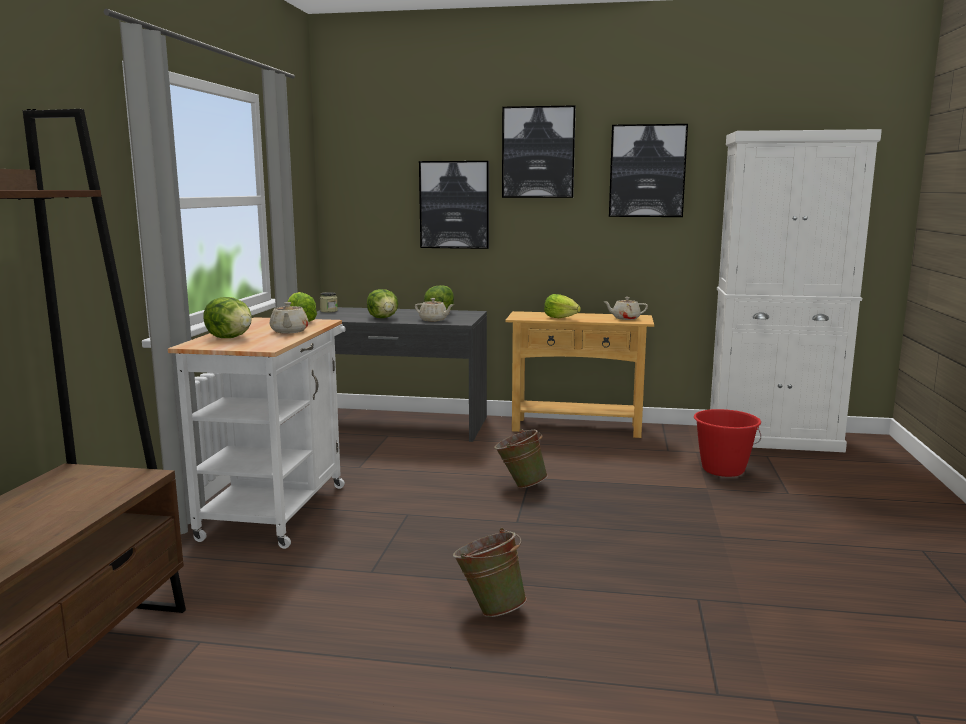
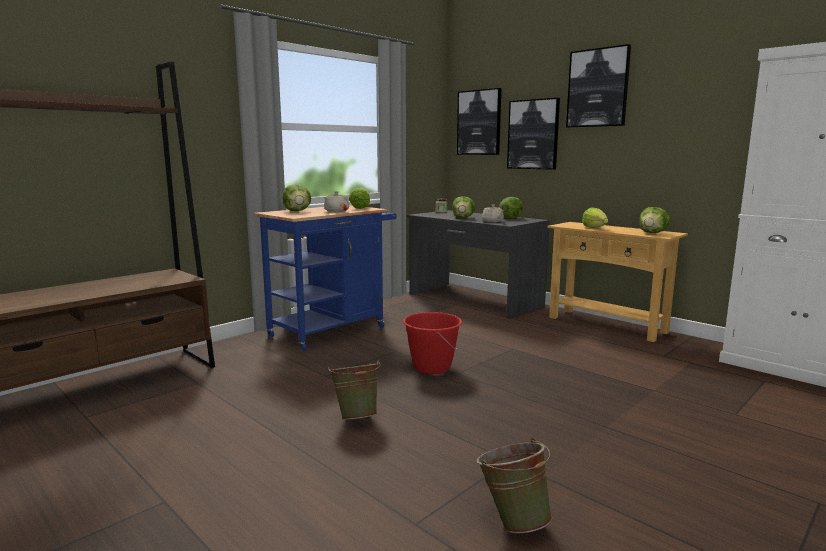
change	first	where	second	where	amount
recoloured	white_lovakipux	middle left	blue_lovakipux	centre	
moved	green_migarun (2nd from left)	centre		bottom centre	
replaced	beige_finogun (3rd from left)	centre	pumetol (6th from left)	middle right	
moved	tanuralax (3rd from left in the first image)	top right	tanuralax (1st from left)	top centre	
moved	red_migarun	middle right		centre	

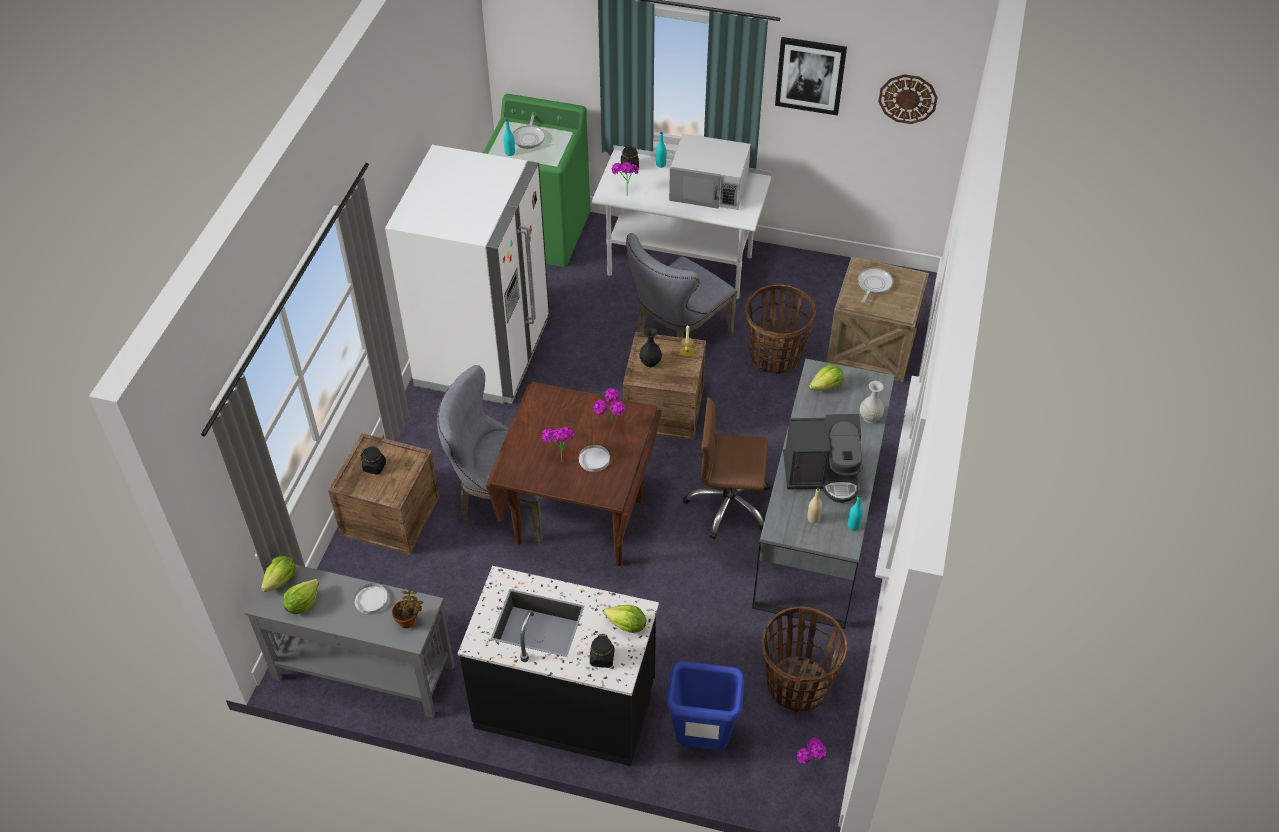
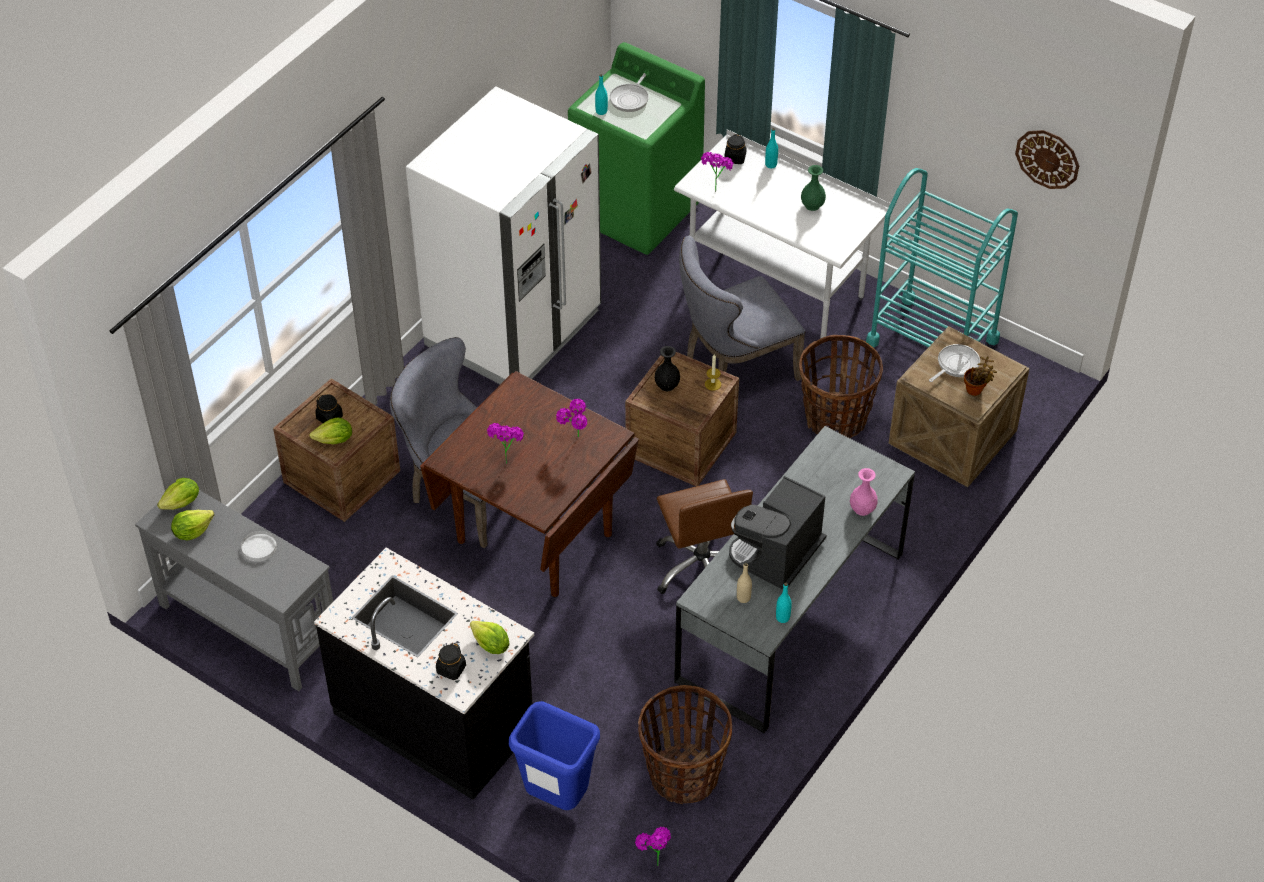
change	first	where	second	where	amount
moved	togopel (1st from left in the first image)	bottom left	togopel (5th from left)	middle right	
removed	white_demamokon (2nd from left)	centre			
replaced	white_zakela	top centre	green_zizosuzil	top centre	
turned	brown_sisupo	centre		centre	135 degrees counterclockwise
removed	tanuralax	top centre			
turned	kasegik	centre		centre	105 degrees clockwise
moved	pumetol (4th from left in the first image)	centre	pumetol (3rd from left)	middle left	
recoloured	white_zizosuzil	middle right	pink_zizosuzil	middle right	
added			turquoise_lovakipux	top right	

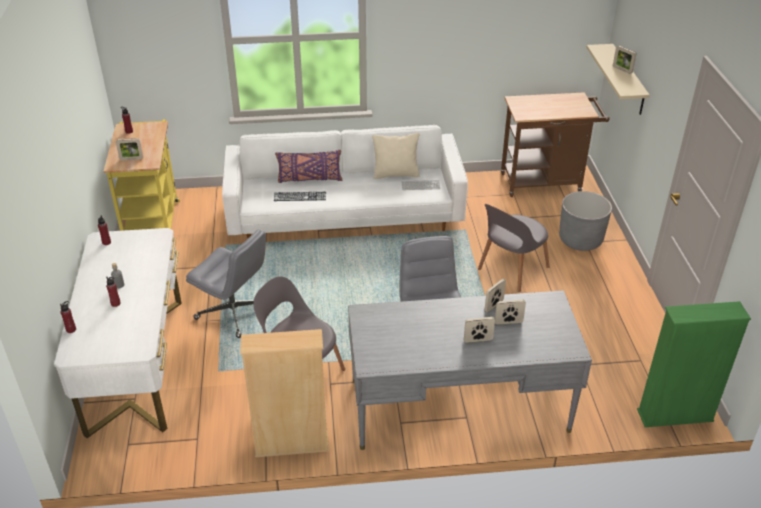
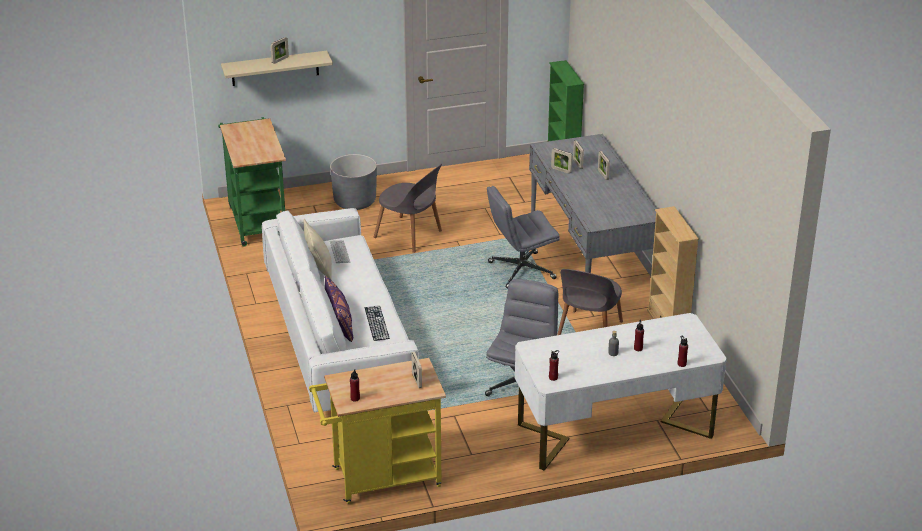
change	first	where	second	where	amount
recoloured	brown_lovakipux	top right	green_lovakipux	middle left	

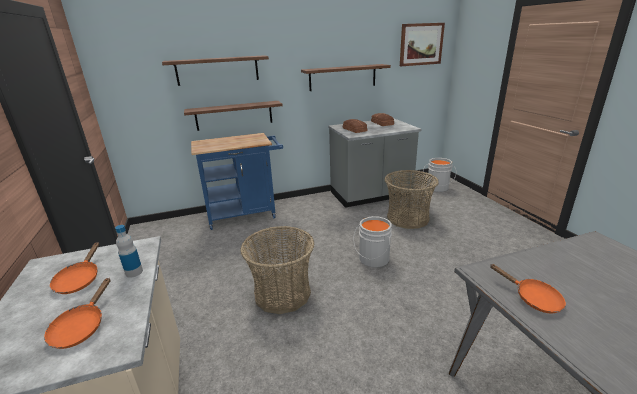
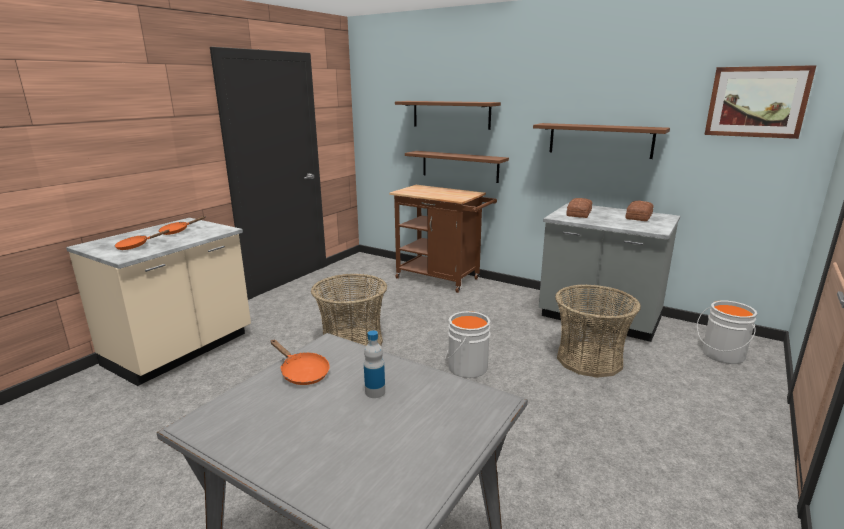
change	first	where	second	where	amount
moved	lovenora	middle left		bottom centre	
recoloured	blue_lovakipux	centre	brown_lovakipux	centre	
turned	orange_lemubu (3rd from left)	bottom right		bottom centre	60 degrees counterclockwise

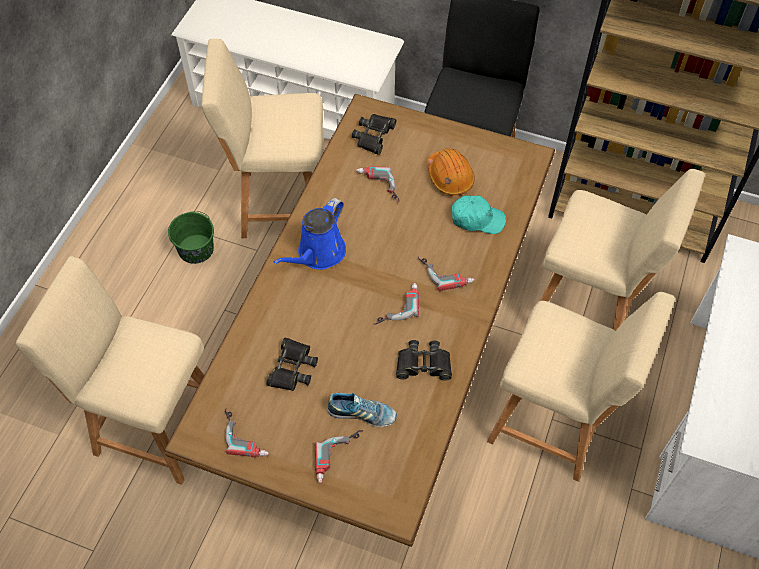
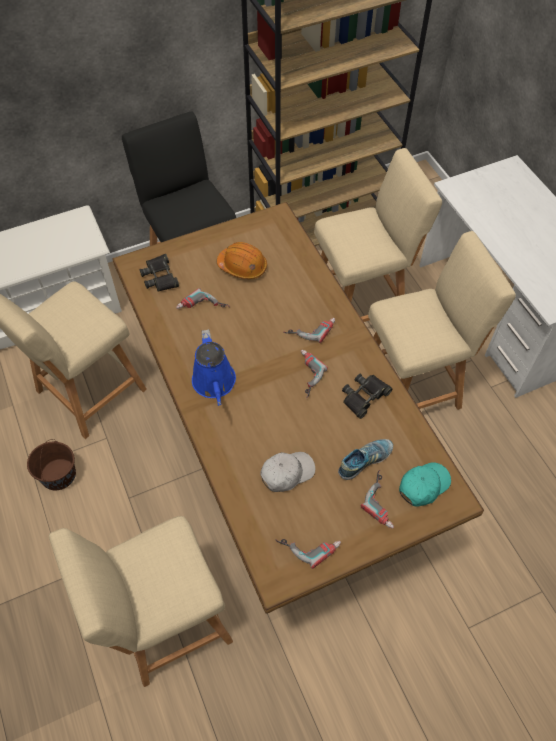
change	first	where	second	where	amount
recoloured	green_migarun	middle left	brown_migarun	middle left	
replaced	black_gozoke (1st from left)	centre	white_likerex	centre	
moved	turquoise_likerex	centre		middle right	

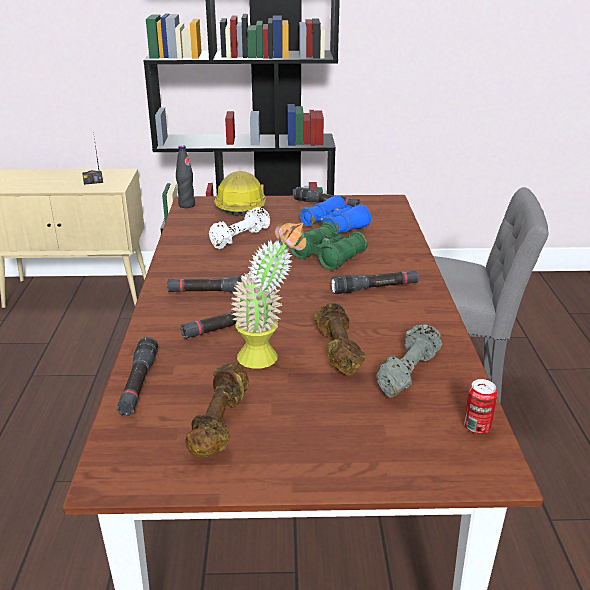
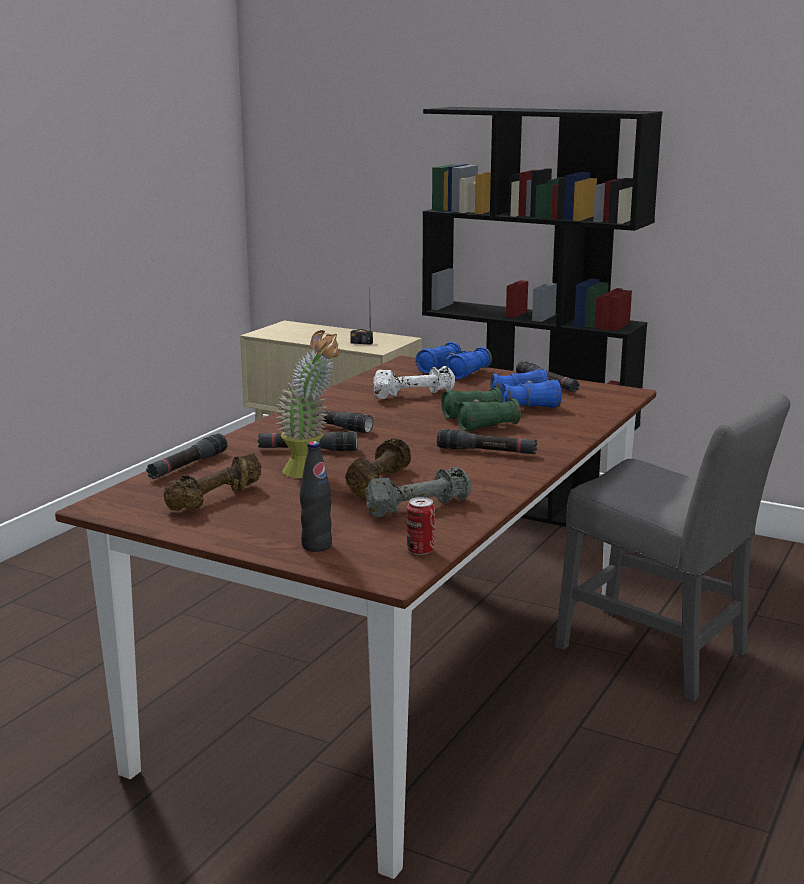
change	first	where	second	where	amount
moved	black_lovenora	top left		centre	
replaced	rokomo	top centre	blue_gozoke (1st from left)	centre	

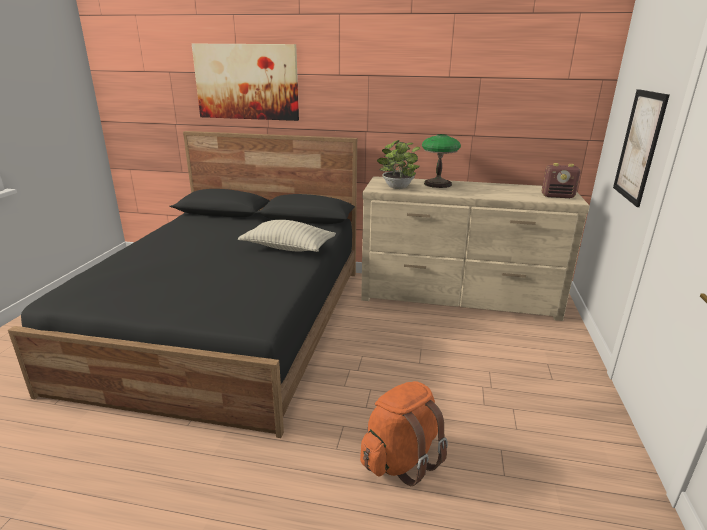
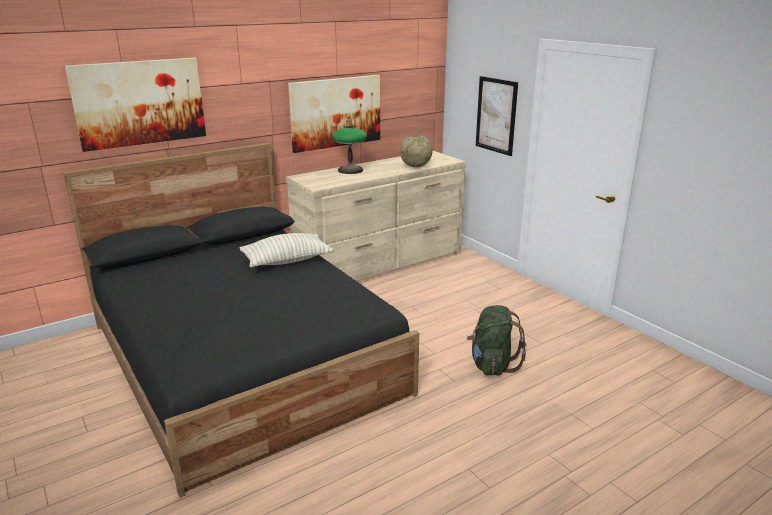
change	first	where	second	where	amount
recoloured	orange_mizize	bottom centre	green_mizize	centre	
removed	togopel	top centre			
removed	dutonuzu	middle right			
added			tanuralax (2nd from left)	top centre	
added			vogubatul	top centre	

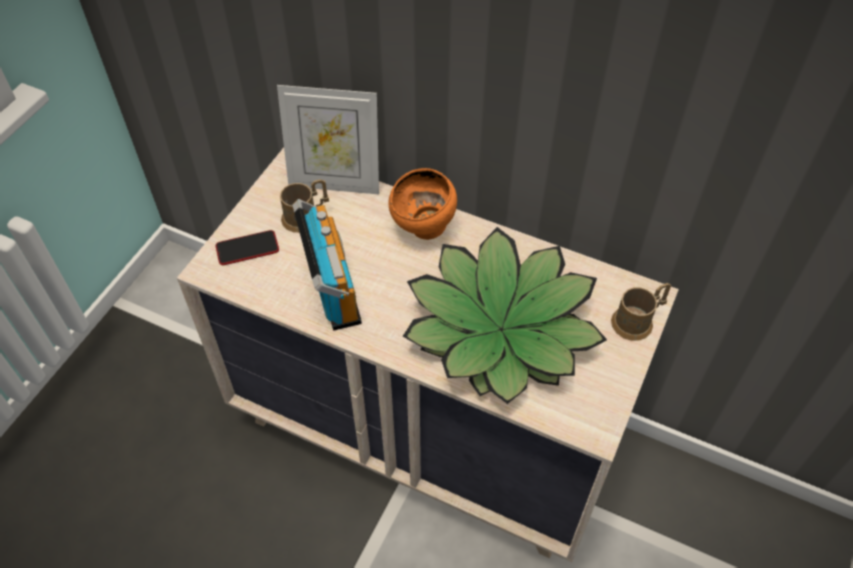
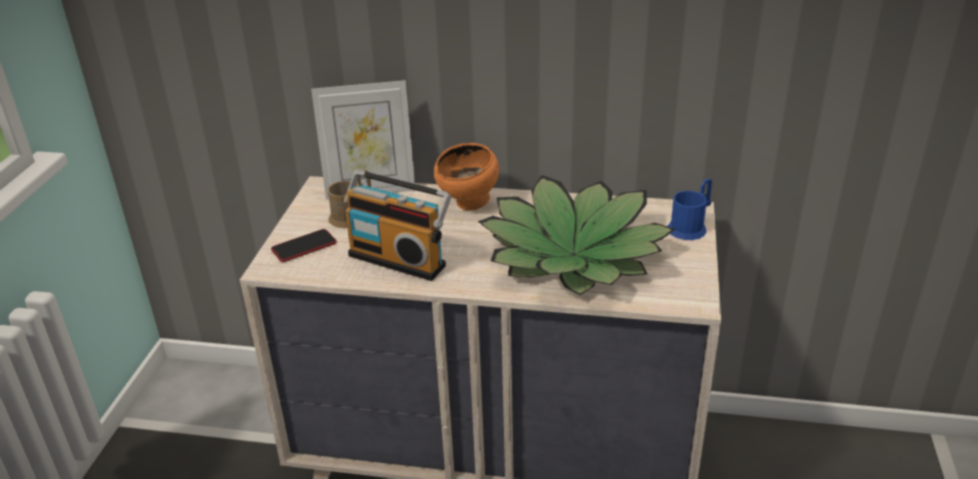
change	first	where	second	where	amount
turned	dutonuzu	centre		centre	150 degrees clockwise
recoloured	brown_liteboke (2nd from left)	middle right	blue_liteboke	middle right	

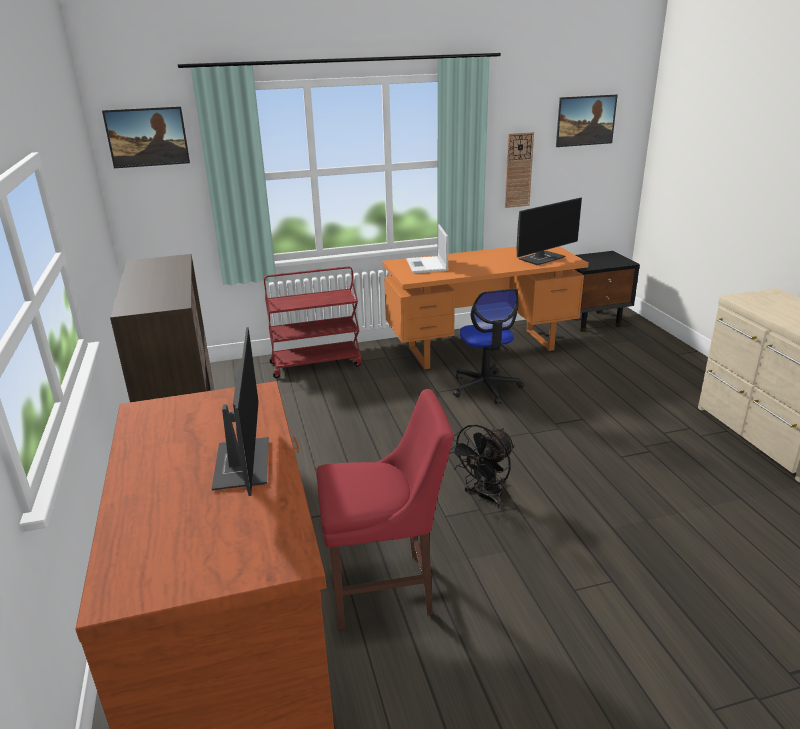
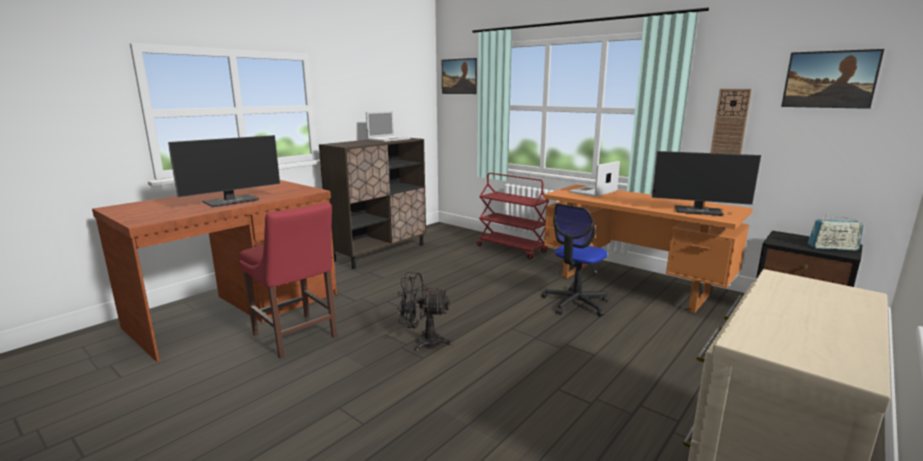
change	first	where	second	where	amount
added			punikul (1st from left)	top centre	
added			dutonuzu	middle right	

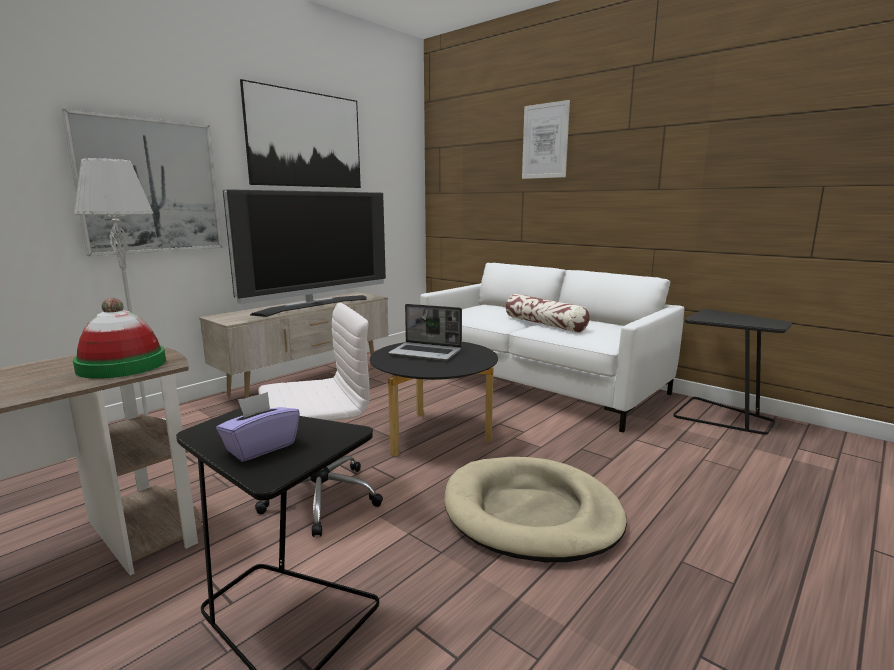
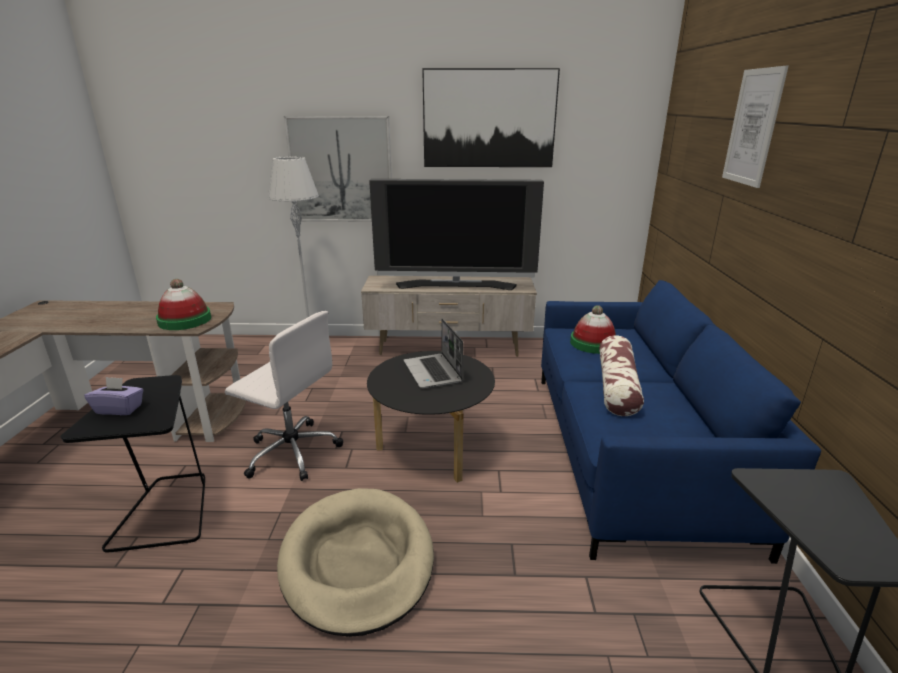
change	first	where	second	where	amount
recoloured	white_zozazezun	centre	blue_zozazezun	middle right	
added			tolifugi (2nd from left)	centre	

